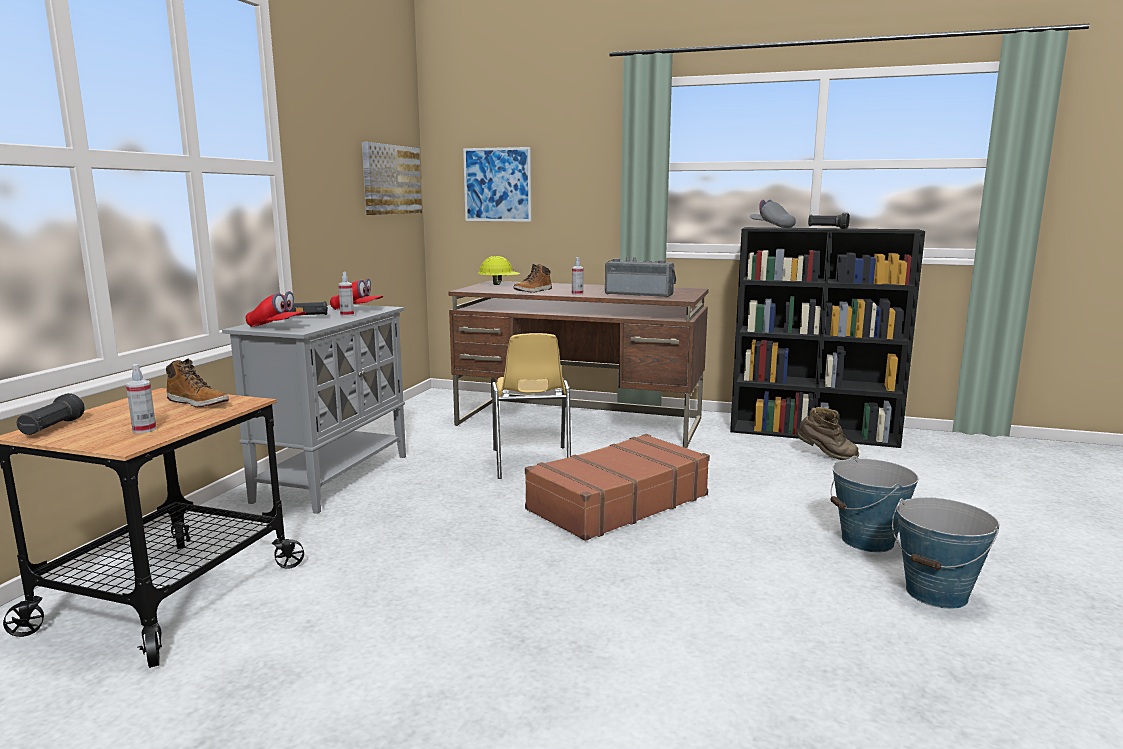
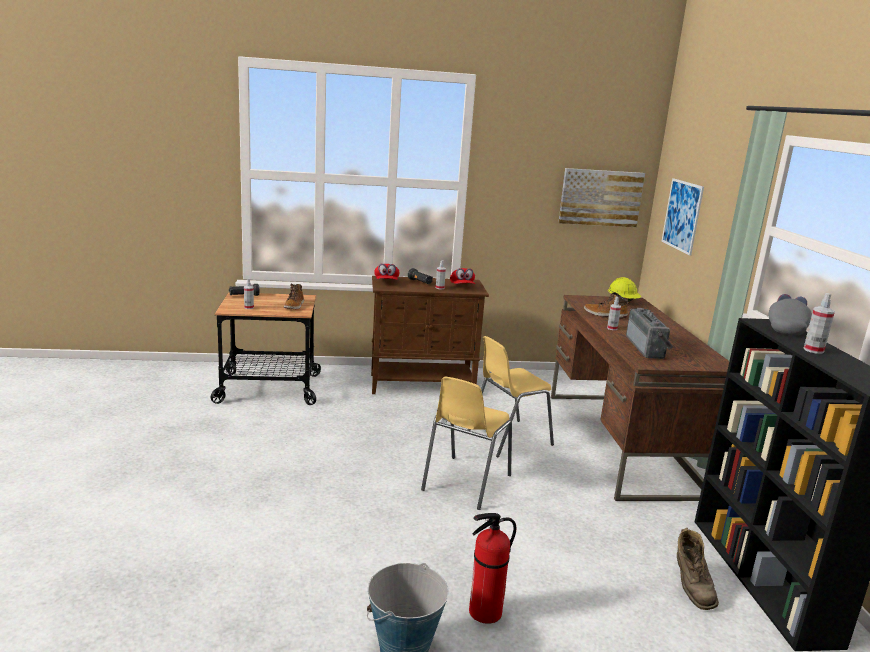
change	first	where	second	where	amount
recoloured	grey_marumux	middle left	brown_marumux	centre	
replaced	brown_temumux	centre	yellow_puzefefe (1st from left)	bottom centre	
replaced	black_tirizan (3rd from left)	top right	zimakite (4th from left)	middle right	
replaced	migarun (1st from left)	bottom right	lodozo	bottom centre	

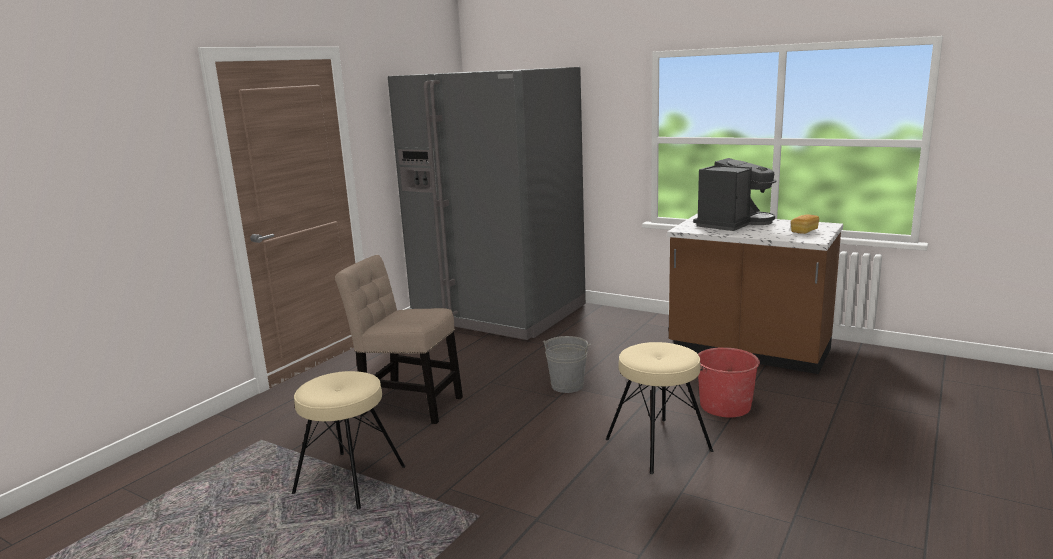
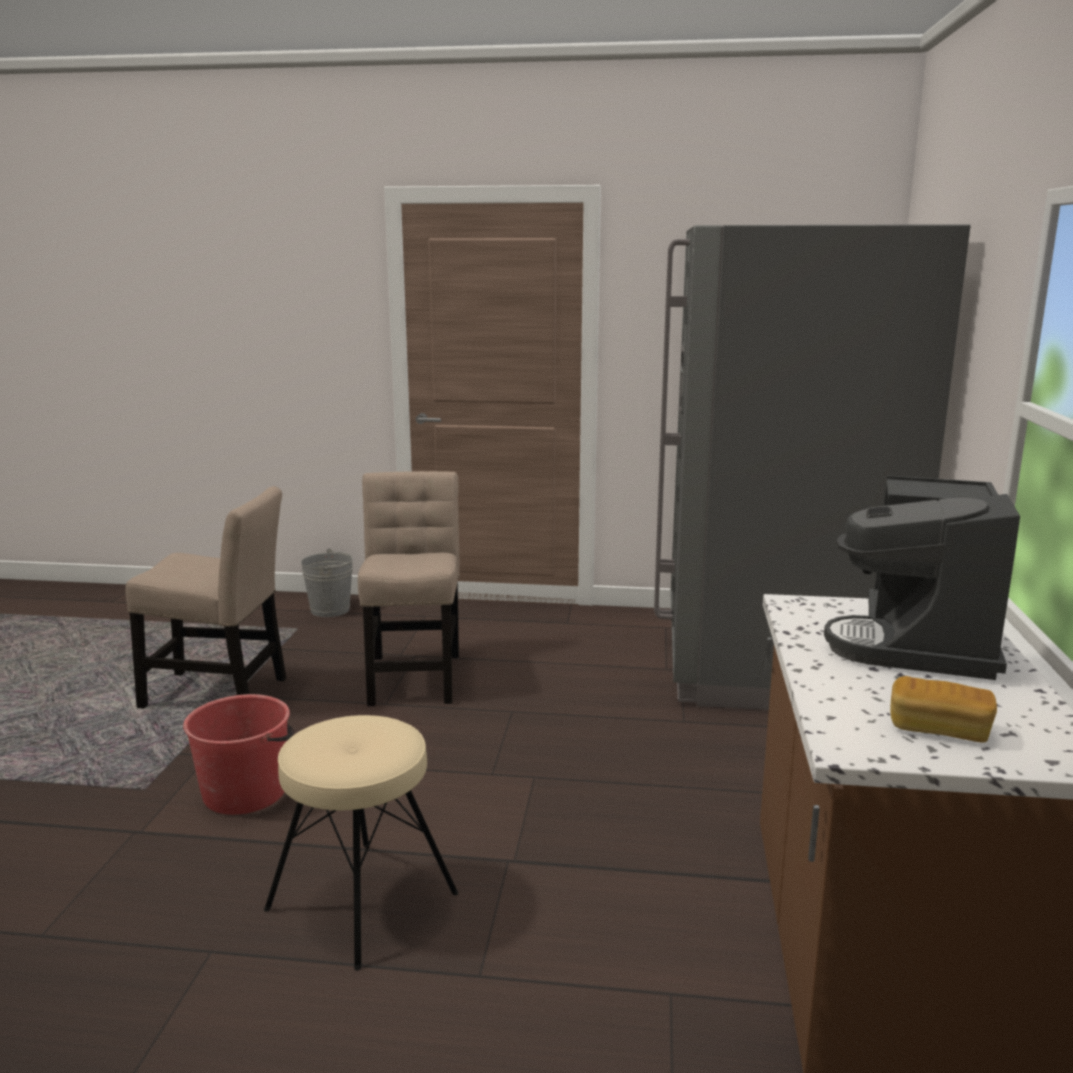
change	first	where	second	where	amount
replaced	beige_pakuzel (1st from left)	bottom left	beige_puzefefe (1st from left)	middle left	
moved	grey_migarun	centre		middle left	
turned	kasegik	middle right		middle right	90 degrees clockwise
moved	red_migarun	bottom right		bottom left	

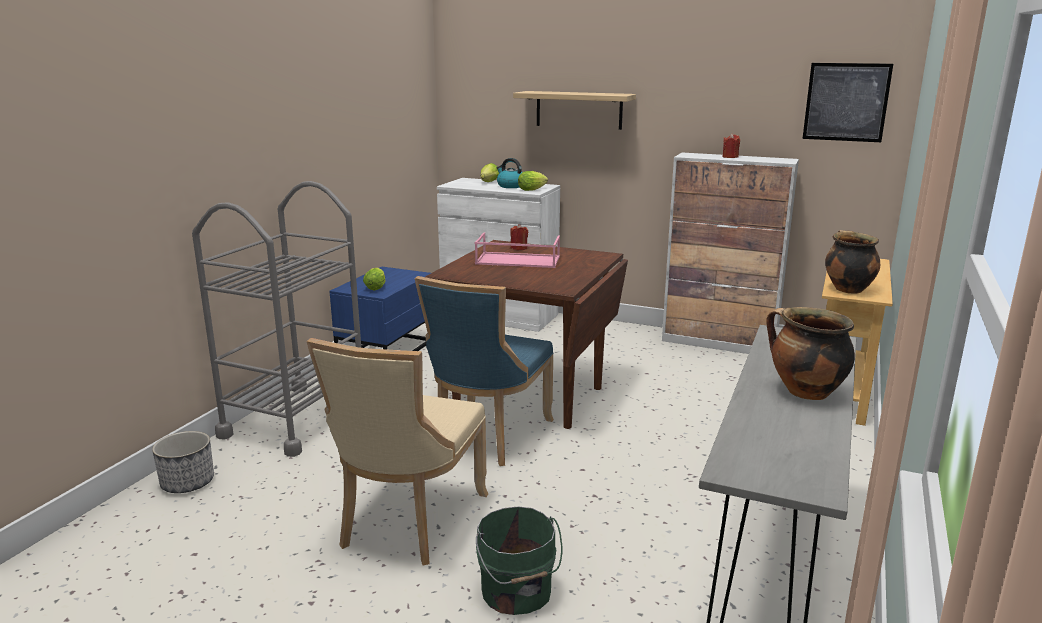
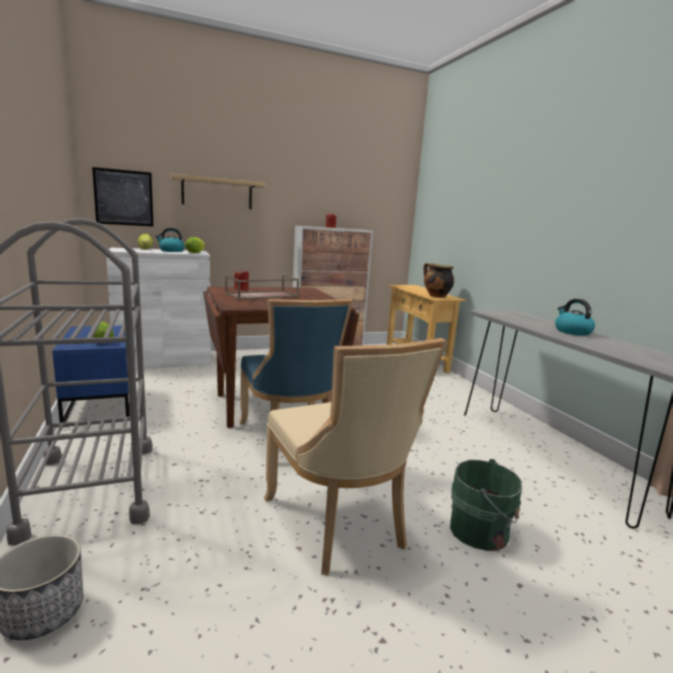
change	first	where	second	where	amount
recoloured	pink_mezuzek	centre	brown_mezuzek	centre	
replaced	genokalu (1st from left)	middle right	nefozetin (2nd from left)	middle right	
moved	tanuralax	top right		top left	

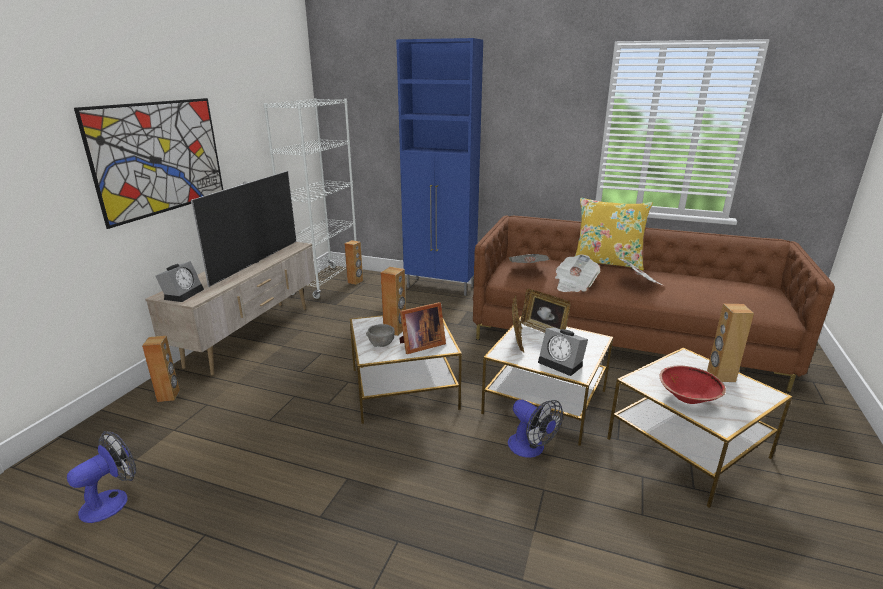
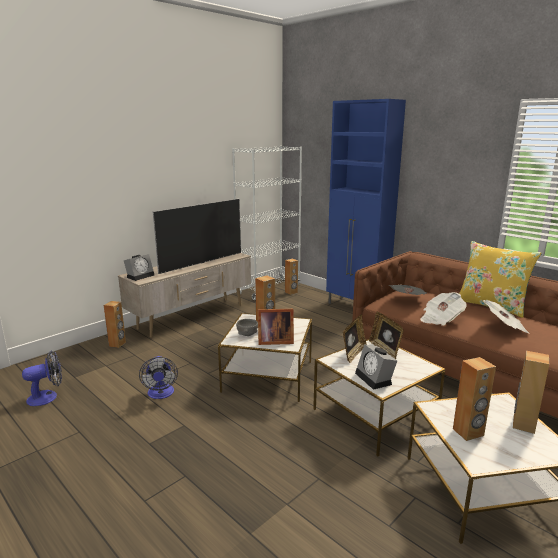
change	first	where	second	where	amount
removed	tanuralax	top left			
moved	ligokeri (2nd from left)	bottom centre		bottom left	
replaced	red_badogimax	middle right	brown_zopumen (4th from left)	bottom right	

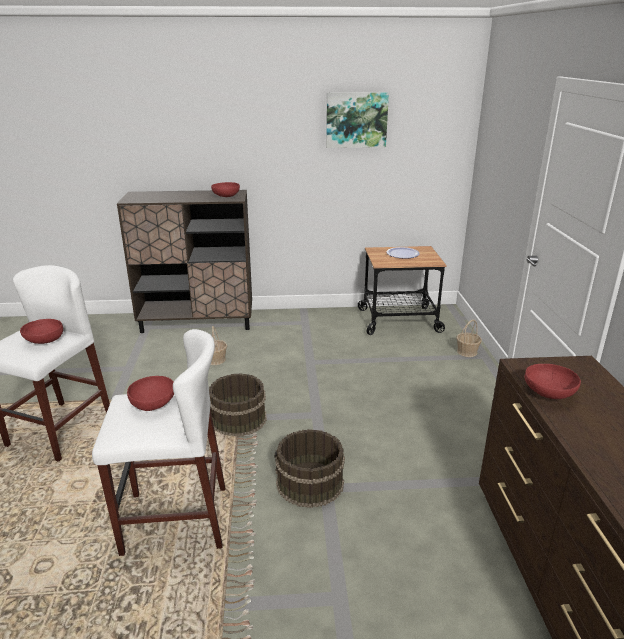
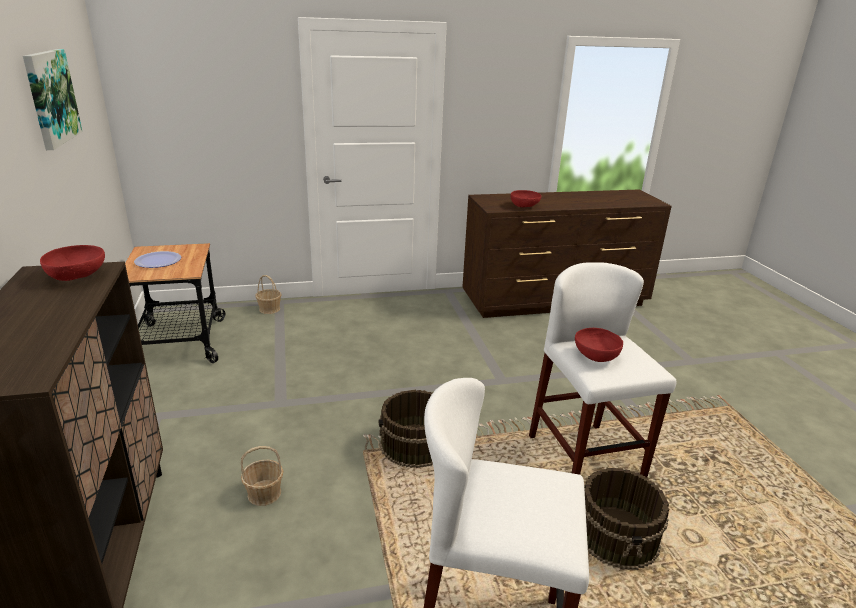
change	first	where	second	where	amount
removed	red_badogimax (1st from left)	middle left			
moved	brown_migarun (2nd from left)	bottom centre		bottom right	

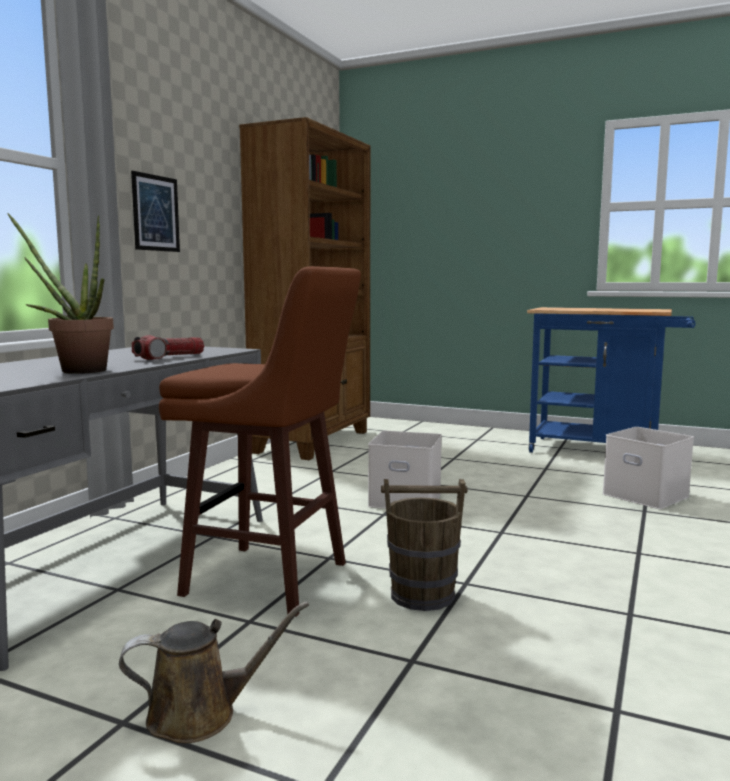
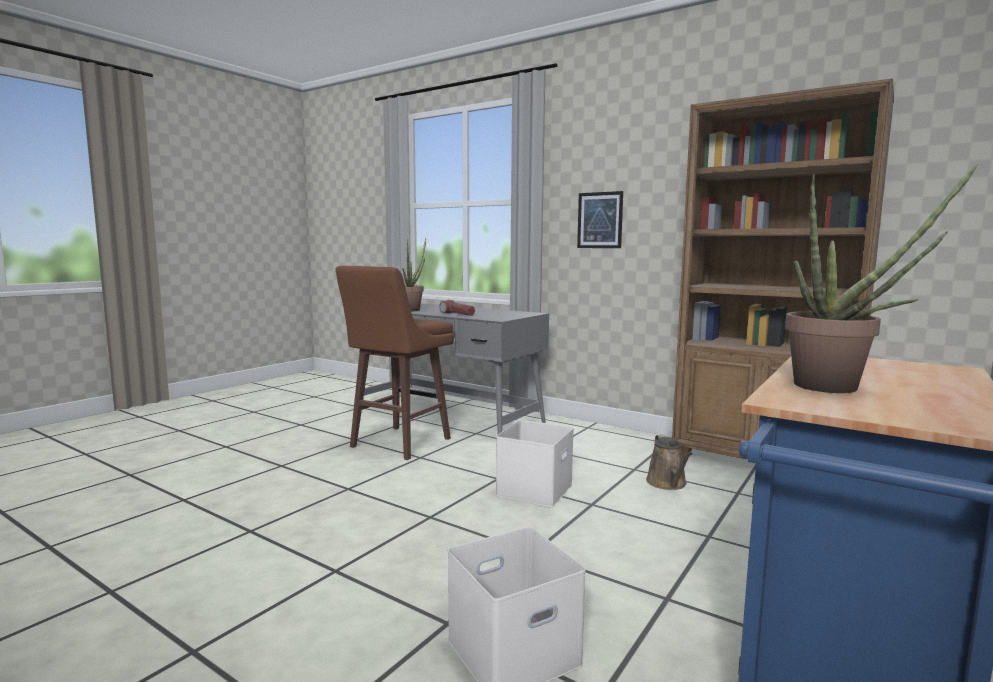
change	first	where	second	where	amount
moved	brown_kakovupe	bottom left		bottom right	
removed	brown_migarun	bottom centre			
added			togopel (2nd from left)	middle right	

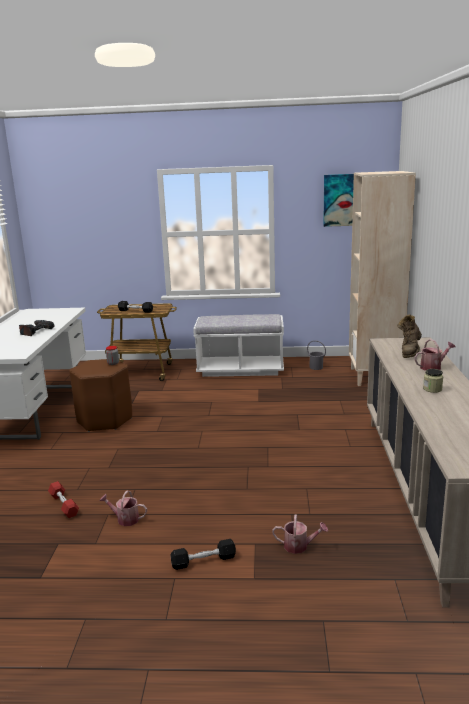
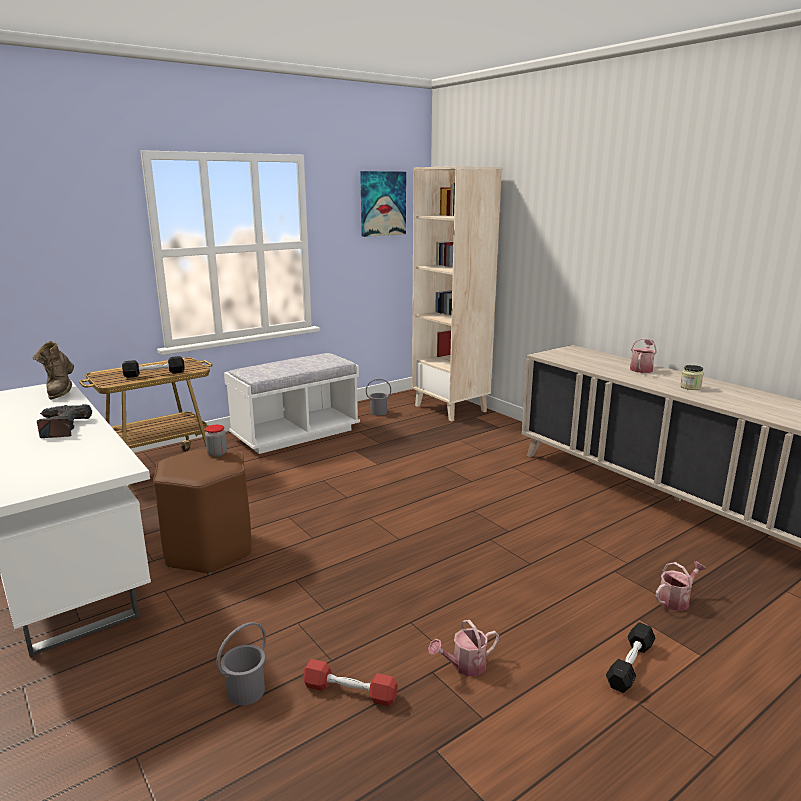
change	first	where	second	where	amount
moved	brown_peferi	middle right		middle left	
added			grey_migarun (1st from left)	bottom left	

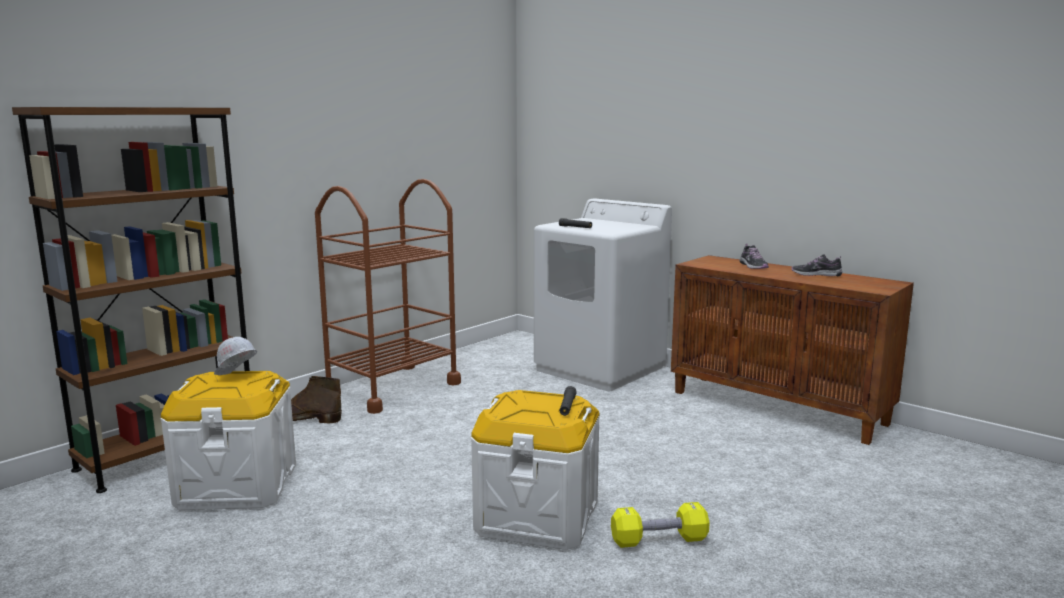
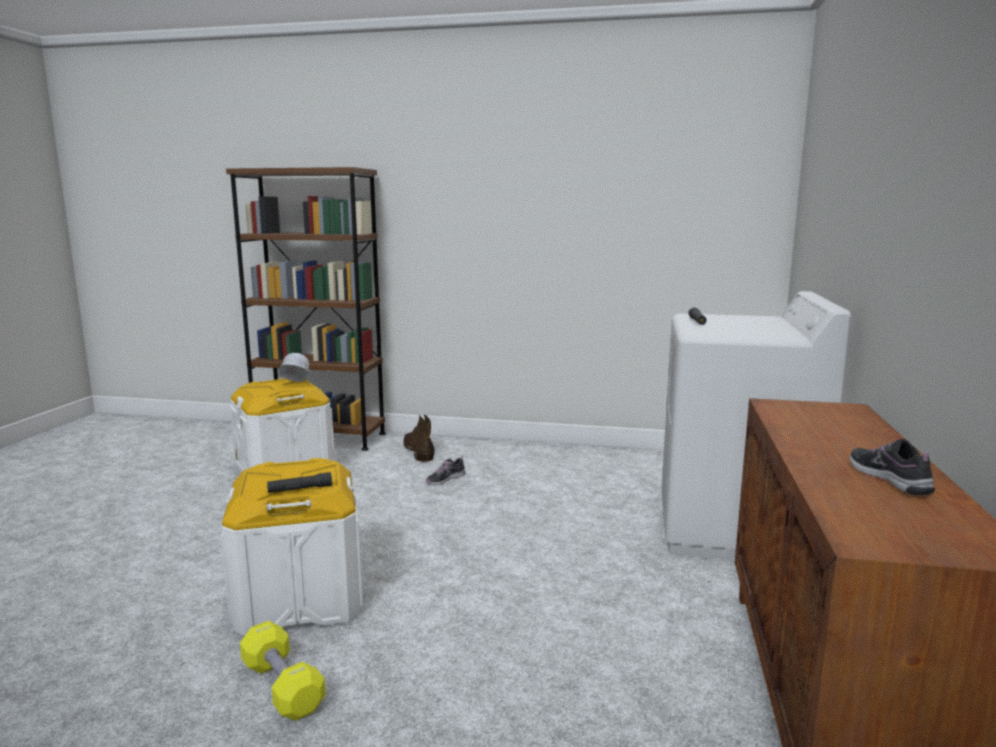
change	first	where	second	where	amount
removed	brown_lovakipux	centre			
moved	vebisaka (1st from left)	middle right		centre	

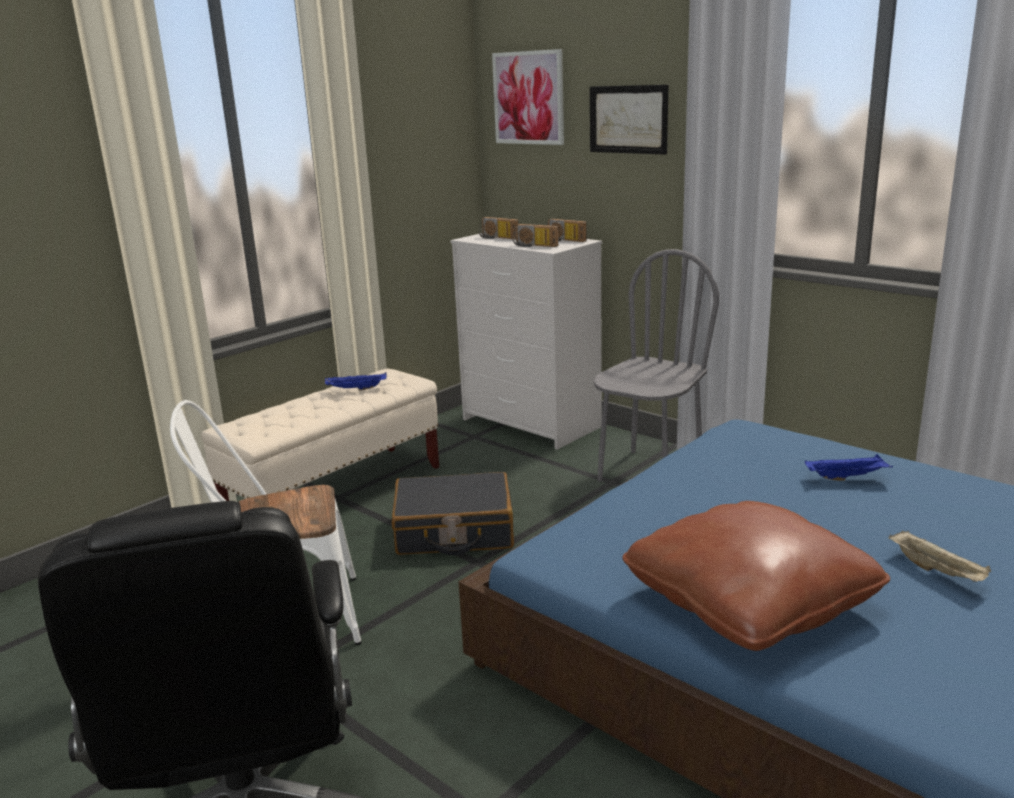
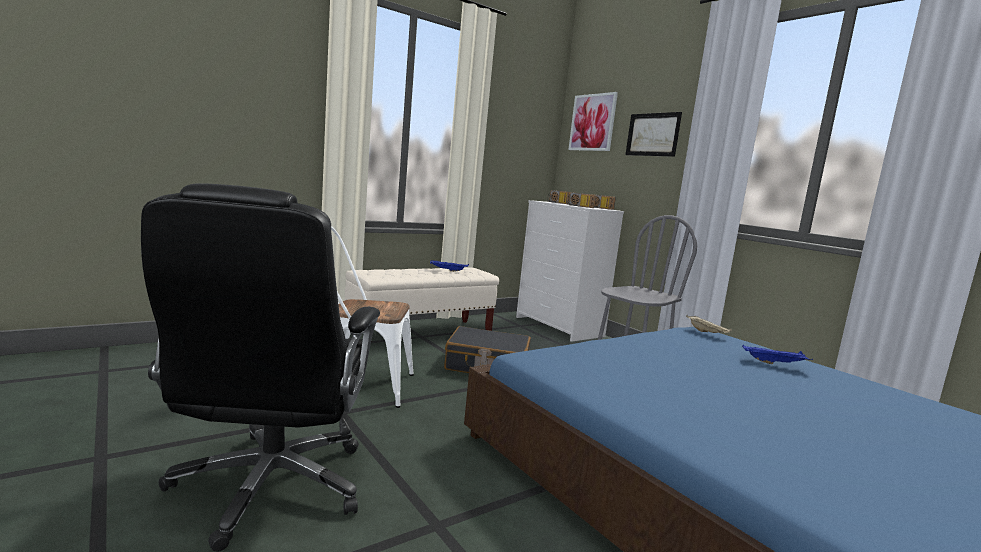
change	first	where	second	where	amount
removed	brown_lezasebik	bottom right			
moved	beige_mezuzek	bottom right		middle right	

